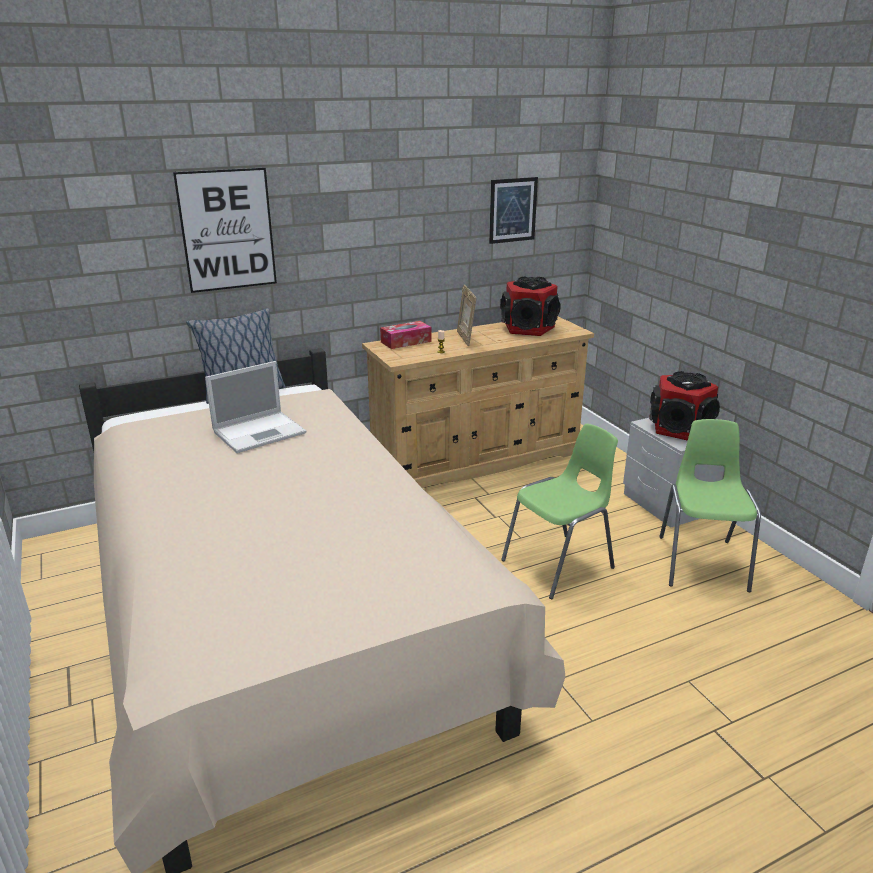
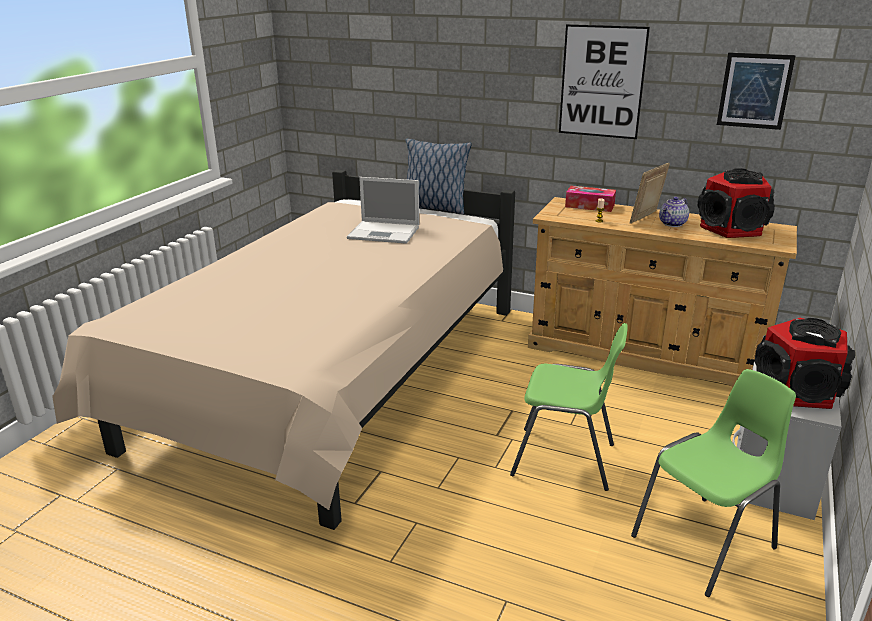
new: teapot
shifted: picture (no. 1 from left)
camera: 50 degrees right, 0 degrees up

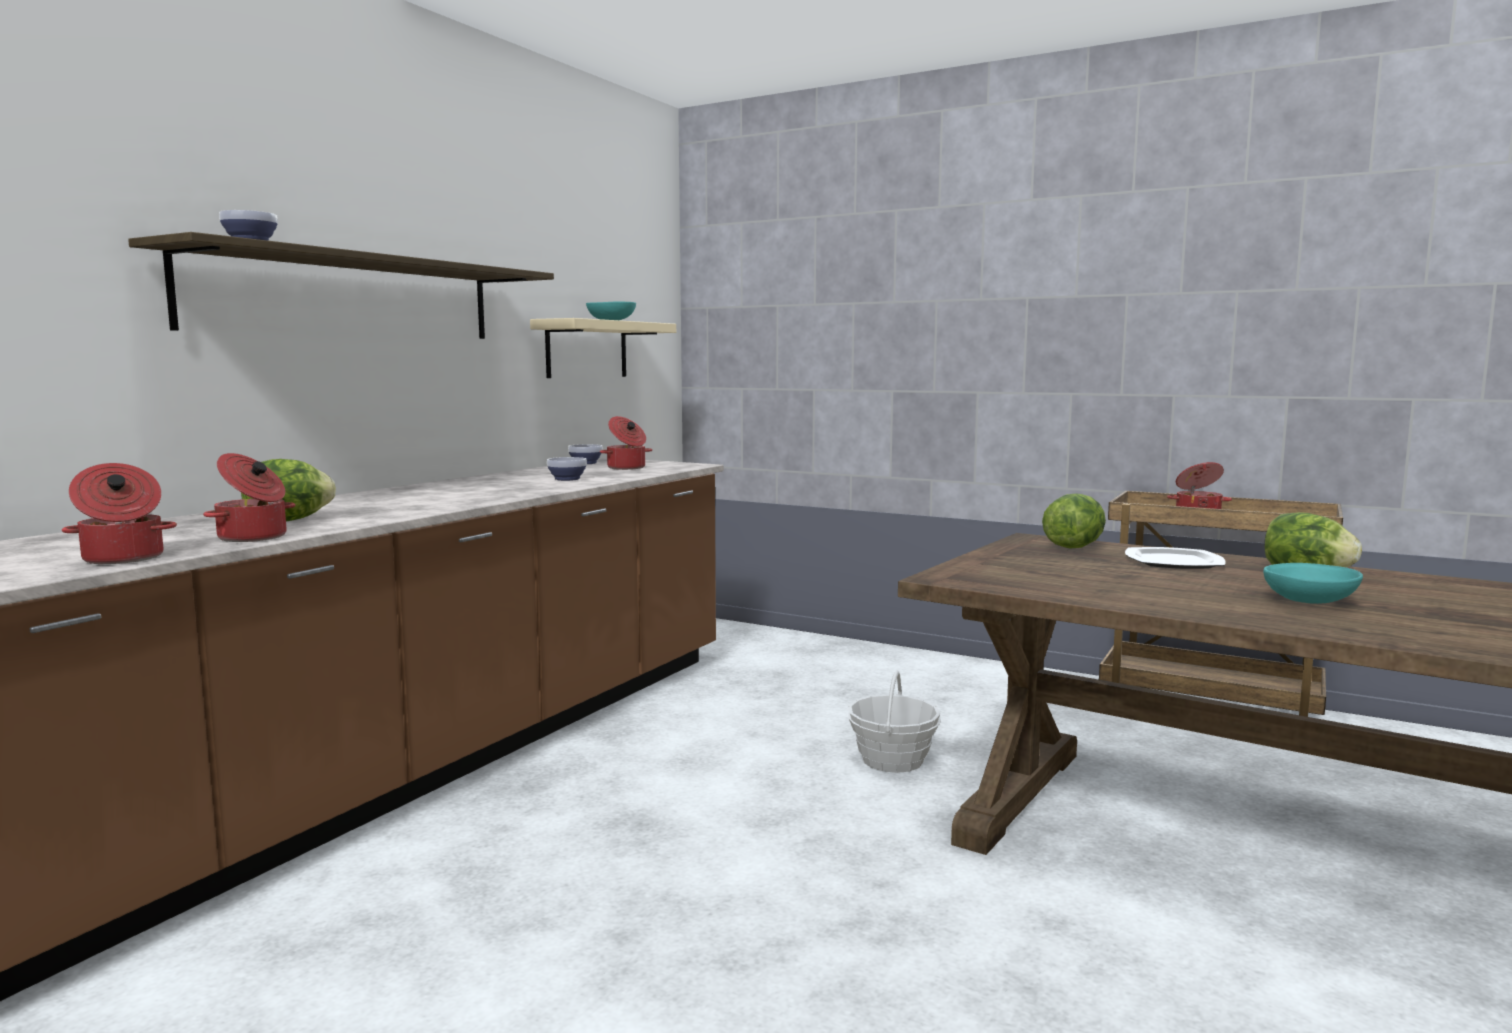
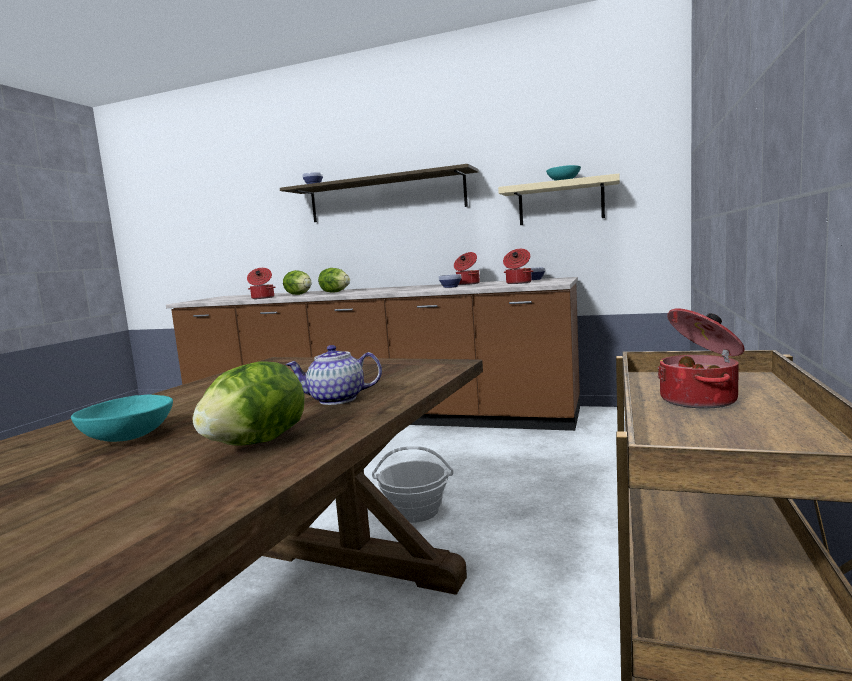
shifted: cooking pot (no. 1 from left in the first image) to cooking pot (no. 2 from left); lettuce (no. 2 from left in the first image) to lettuce (no. 3 from left)
swapped: plate to teapot
camera: 80 degrees right, 0 degrees up

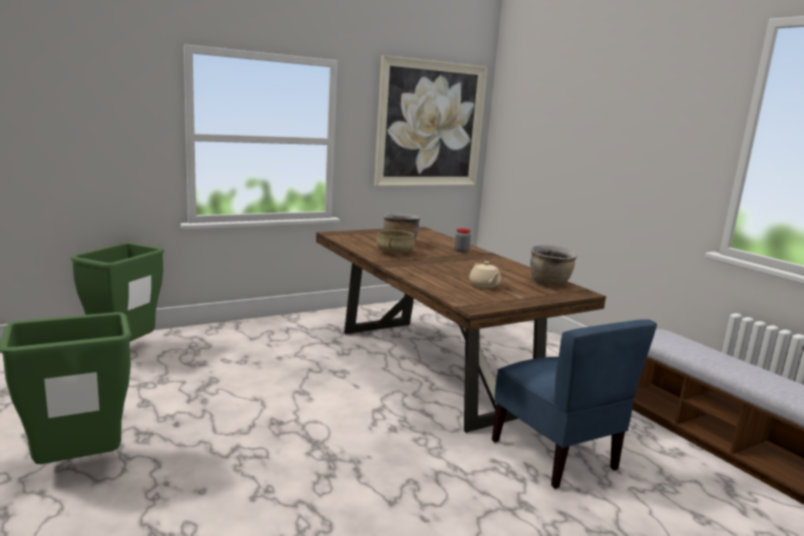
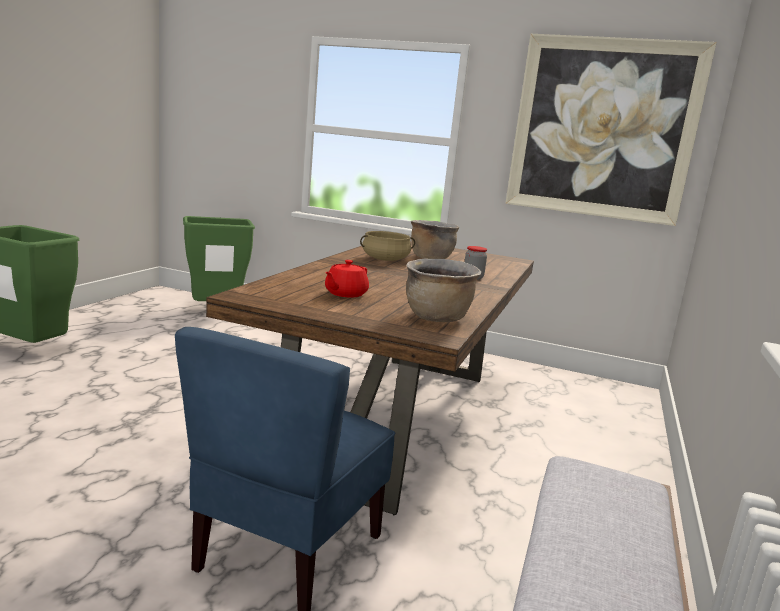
repainted: beige teapot to red teapot
camera: 50 degrees right, 0 degrees up

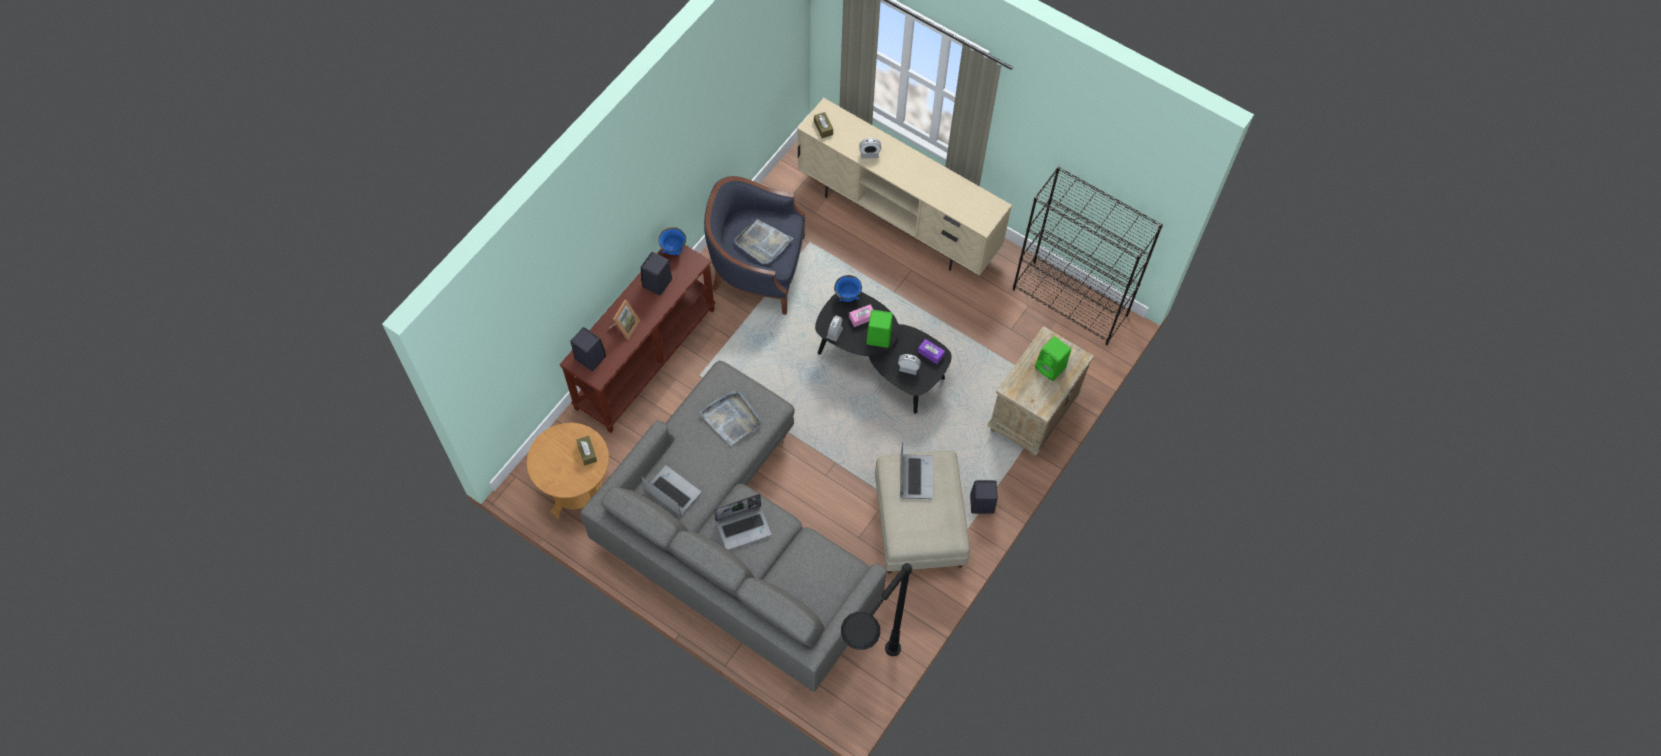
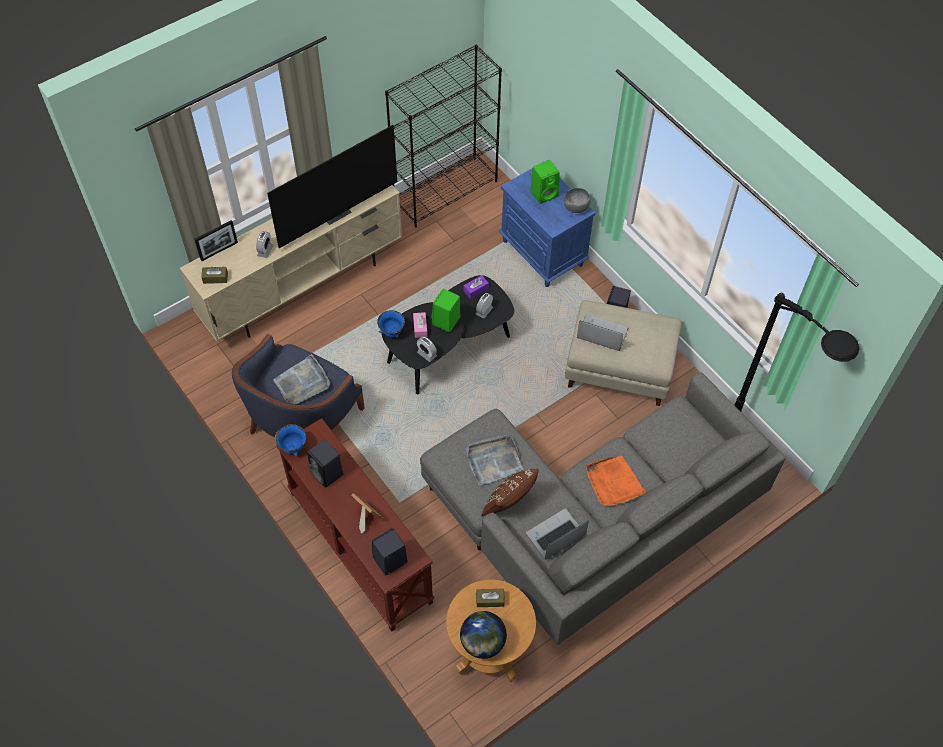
new: picture frame (no. 1 from left); television; globe; brown pillow; grey bowl
swapped: laptop (no. 2 from left) to orange tray
repainted: beige nightstand to blue nightstand
camera: 70 degrees left, 5 degrees down

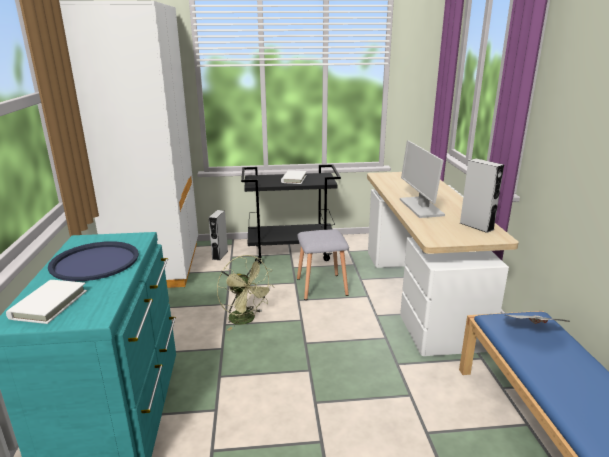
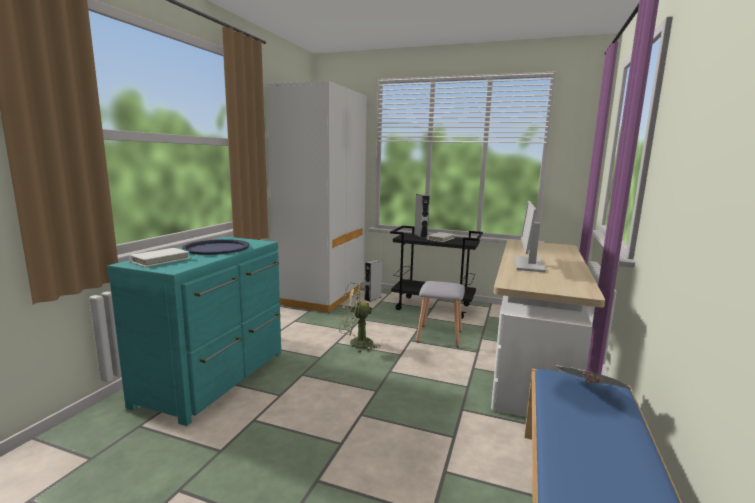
shifted: grey speaker (no. 2 from left)
rotated: green fan 105 degrees clockwise
camera: 25 degrees right, 10 degrees down

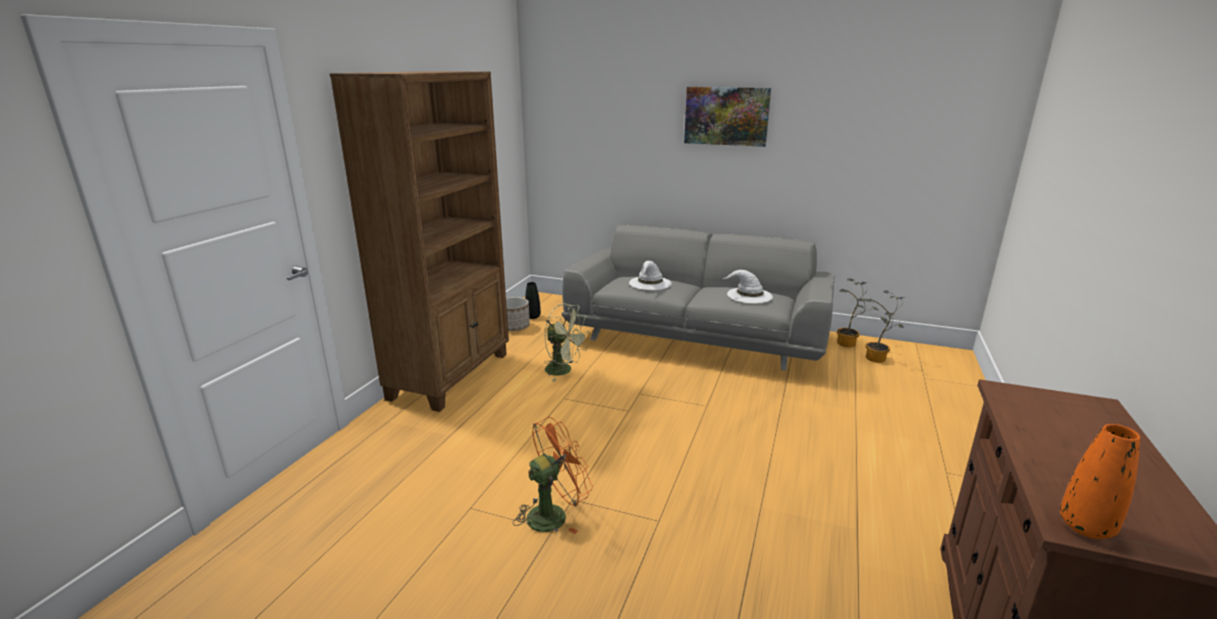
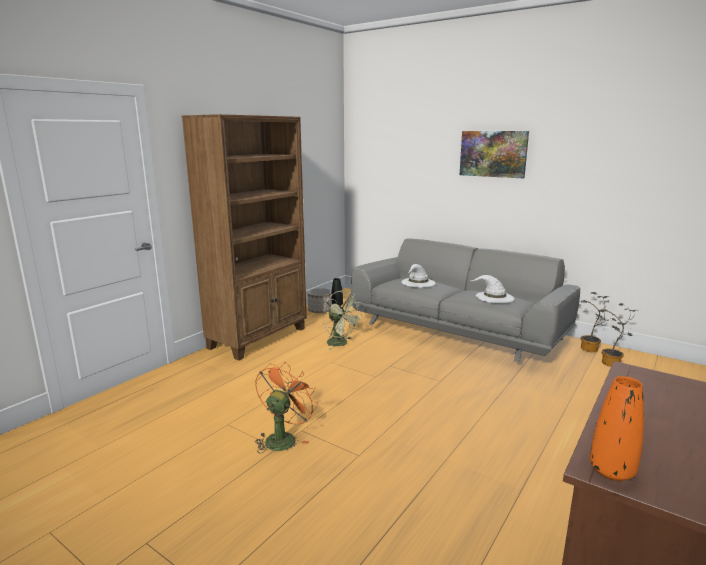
rotated: orange fan 45 degrees counterclockwise
camera: 15 degrees right, 5 degrees down

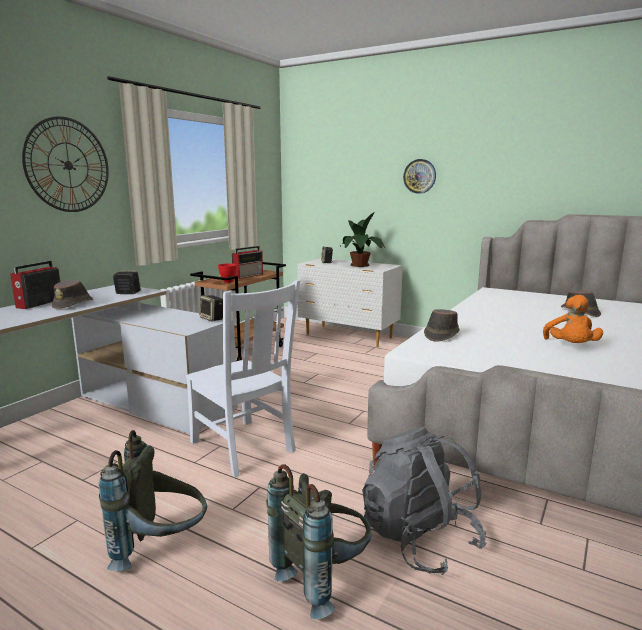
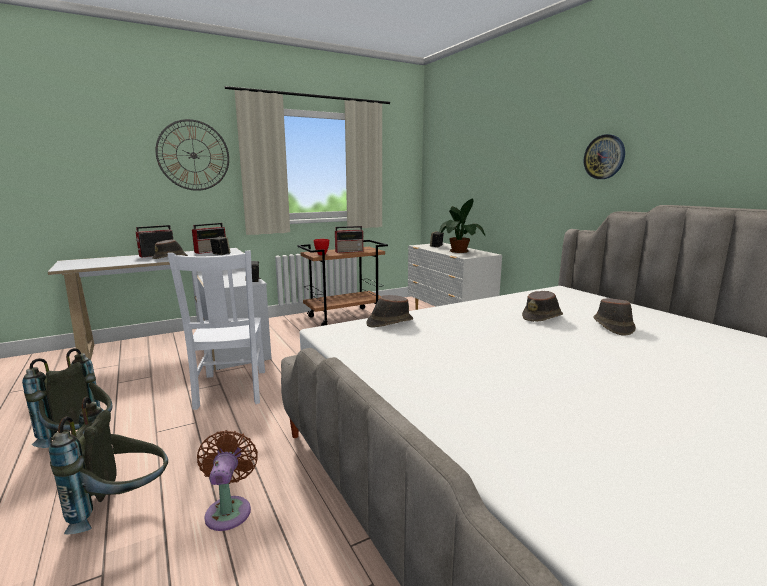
gone: orange plush toy
new: radio (no. 2 from left); brown hat (no. 3 from left)
shifted: wall clock (no. 2 from left)
swapped: grey backpack (no. 3 from left) to brown fan
camera: 30 degrees right, 0 degrees up

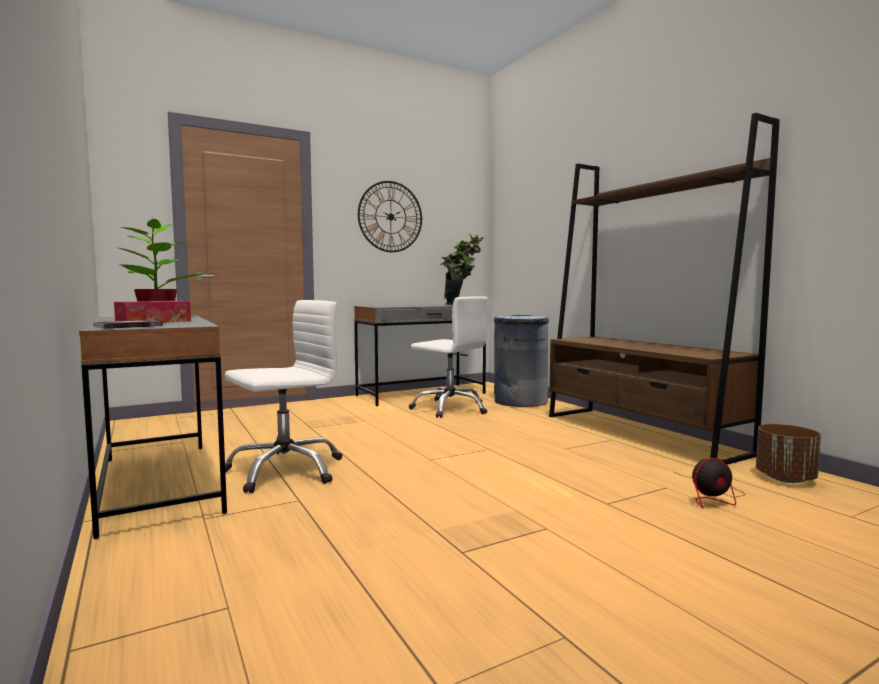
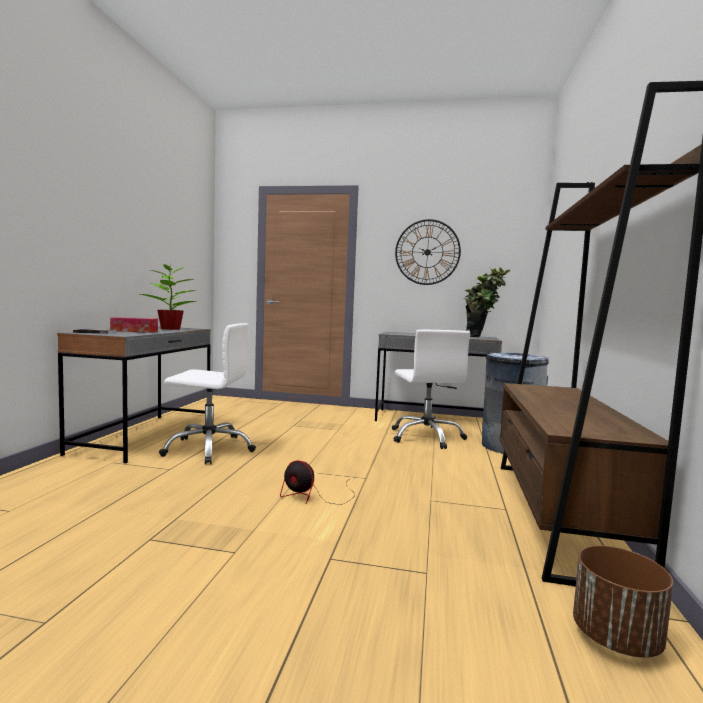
shifted: fan
camera: 40 degrees right, 0 degrees up

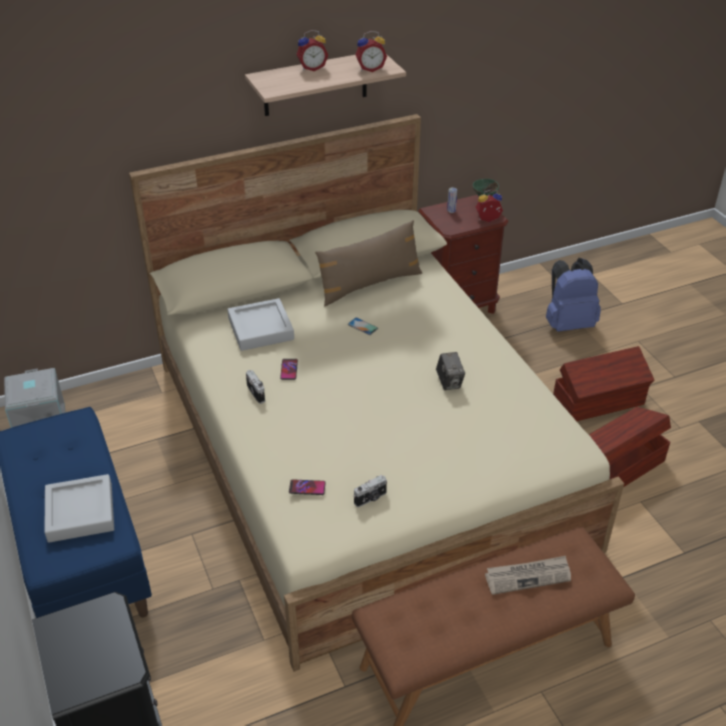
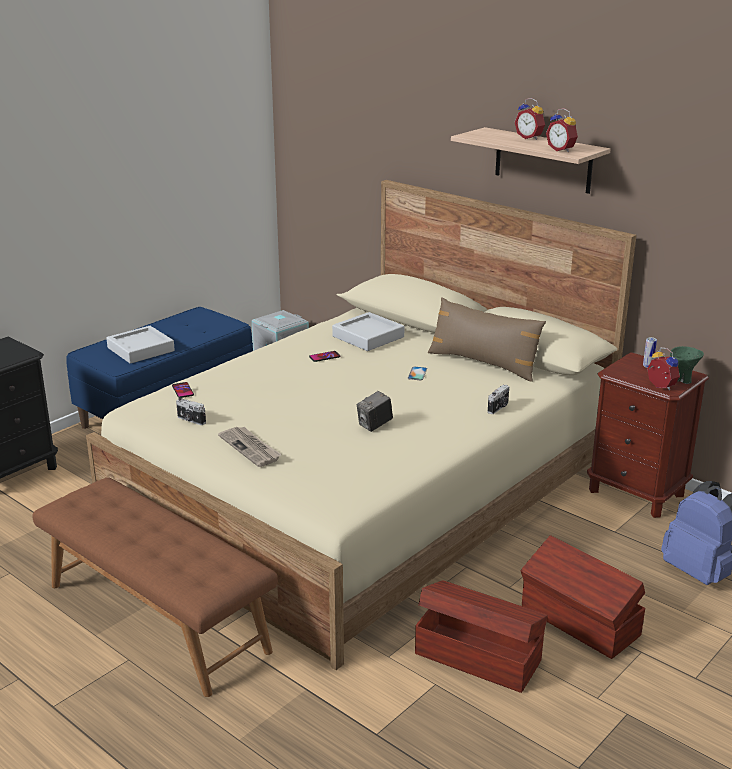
shifted: photo camera (no. 1 from left in the first image) to photo camera (no. 3 from left); newspaper
camera: 65 degrees right, 15 degrees down

